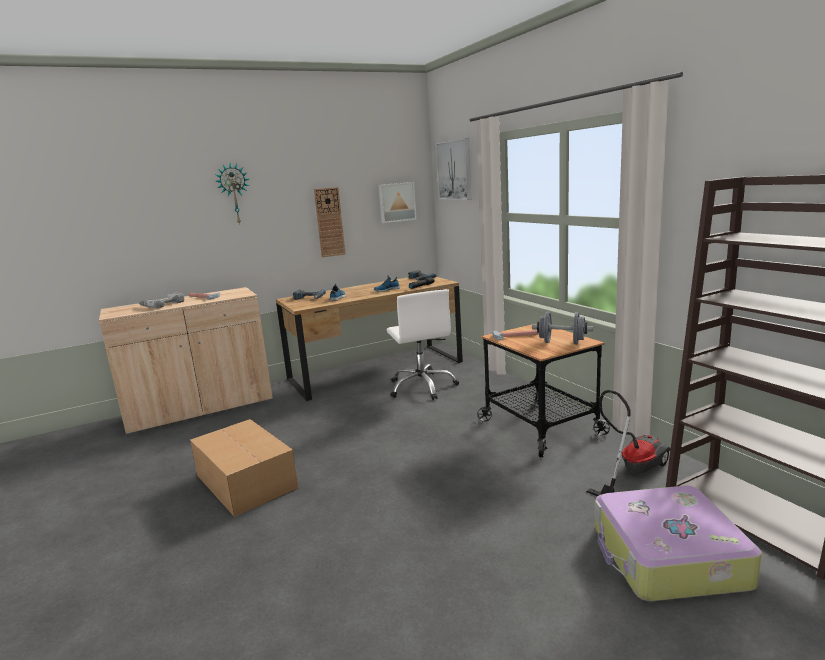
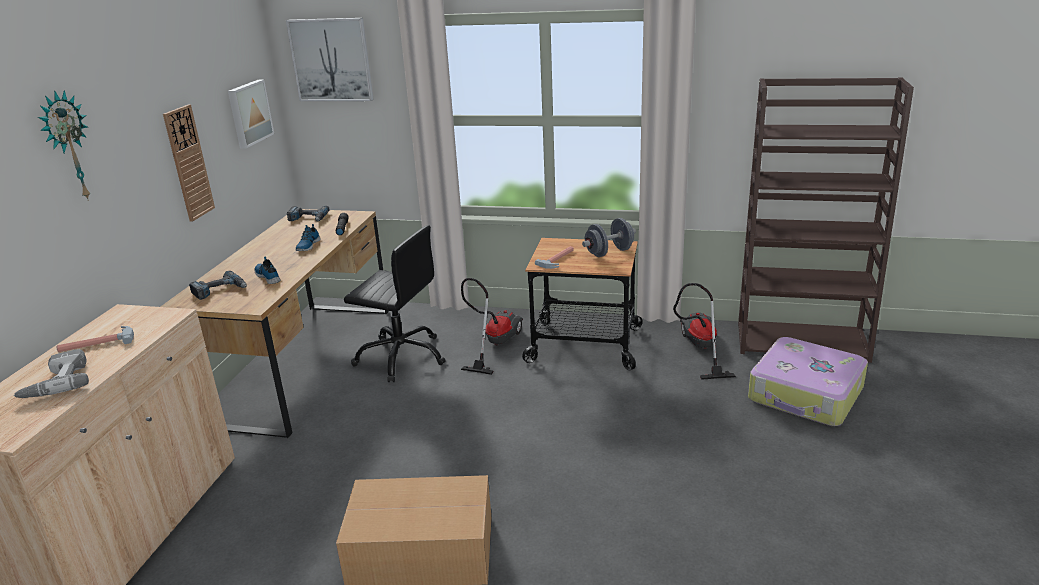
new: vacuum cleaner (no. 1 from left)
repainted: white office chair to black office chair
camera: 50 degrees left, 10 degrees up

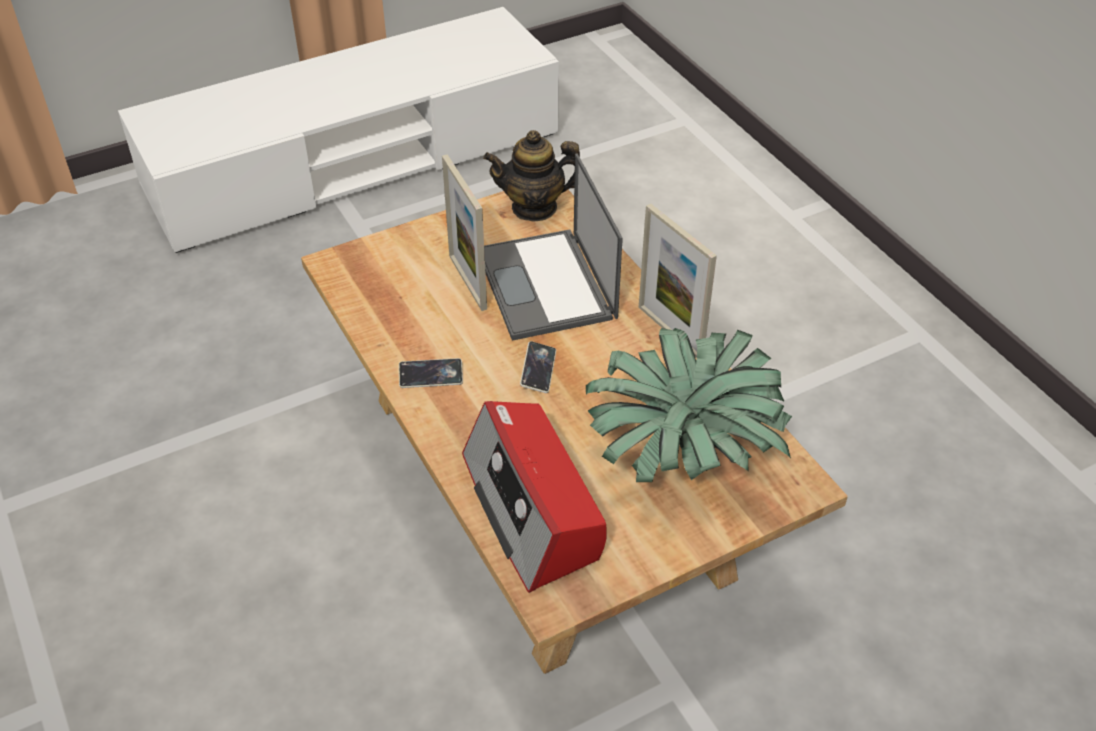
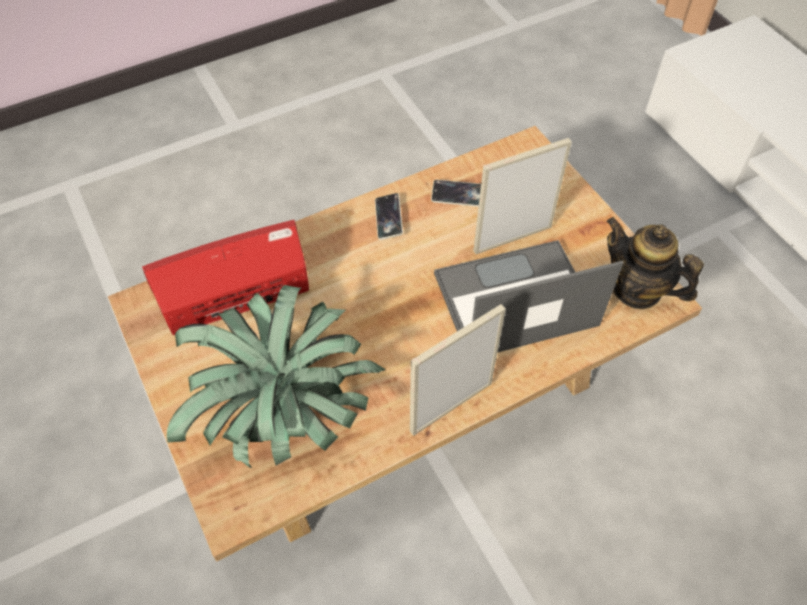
shifted: phone (no. 2 from left)
rotated: teapot 45 degrees counterclockwise
camera: 90 degrees right, 10 degrees up

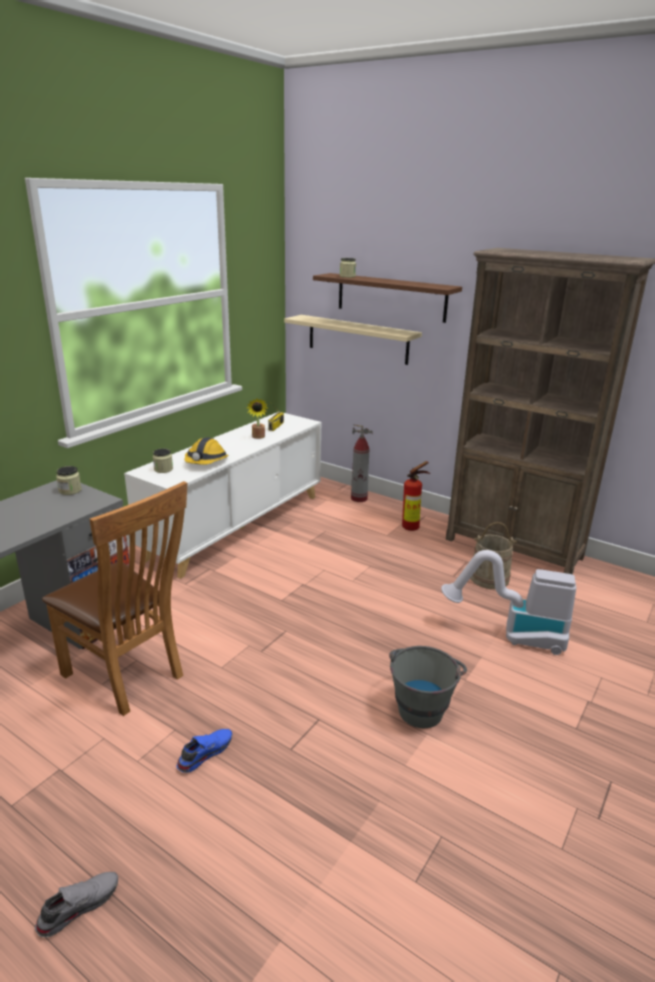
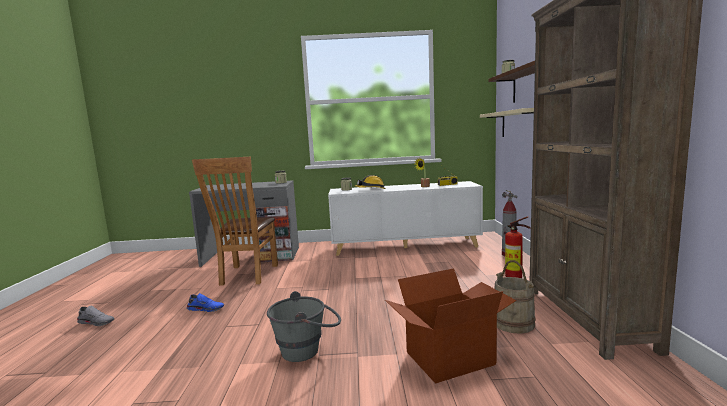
swapped: vacuum cleaner to cardboard box
camera: 55 degrees right, 15 degrees down

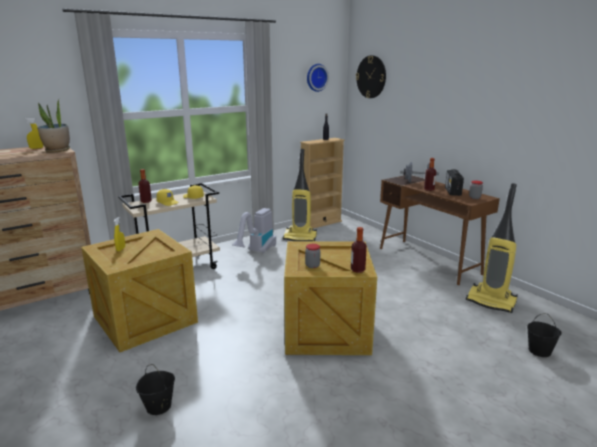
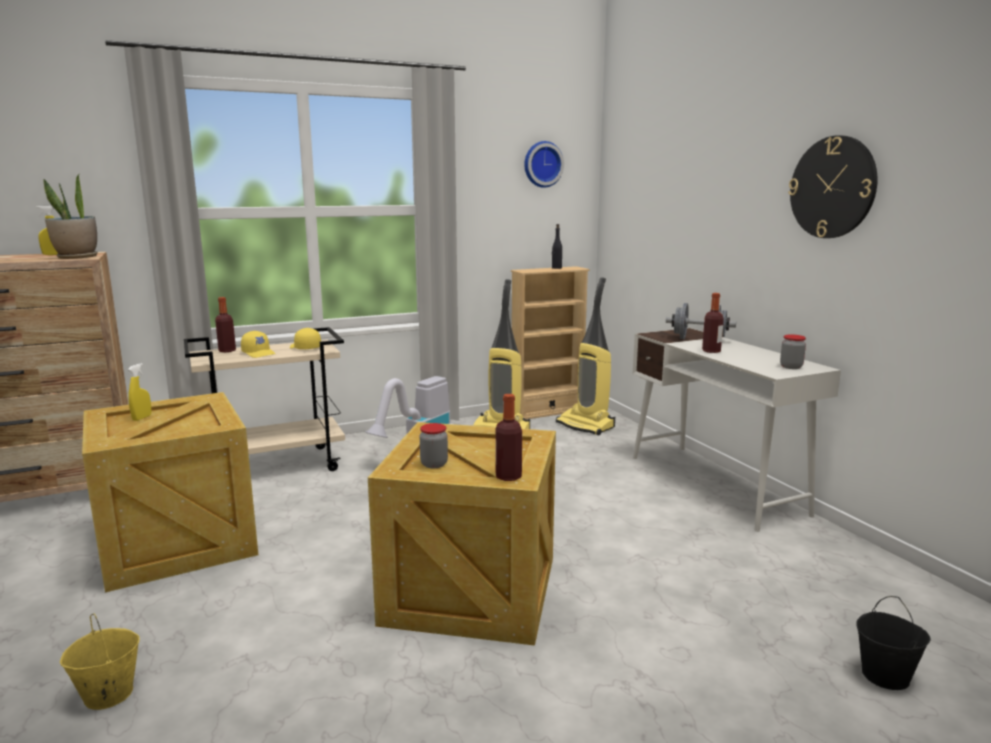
gone: radio
shifted: wall clock (no. 2 from left); vacuum cleaner (no. 3 from left)
repainted: black bucket (no. 1 from left) to yellow bucket; brown desk to white desk
camera: 10 degrees right, 5 degrees down

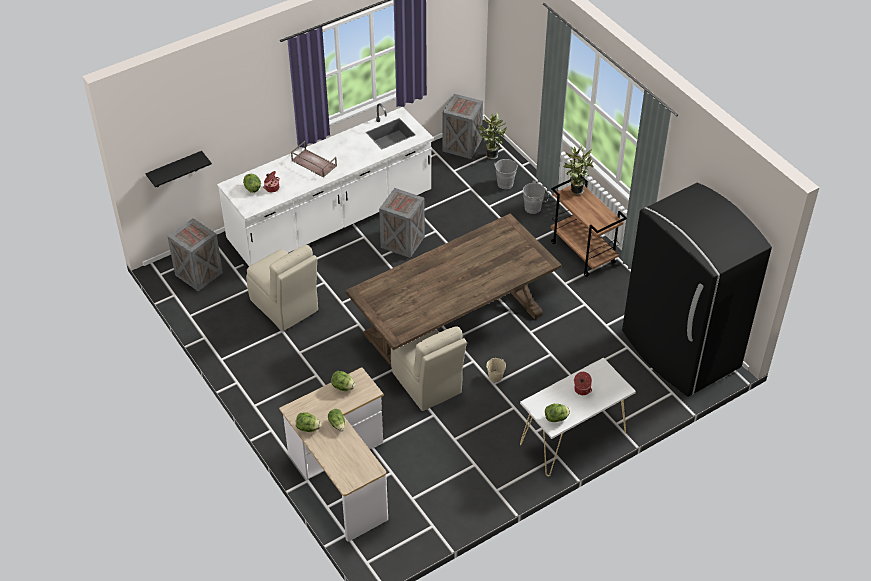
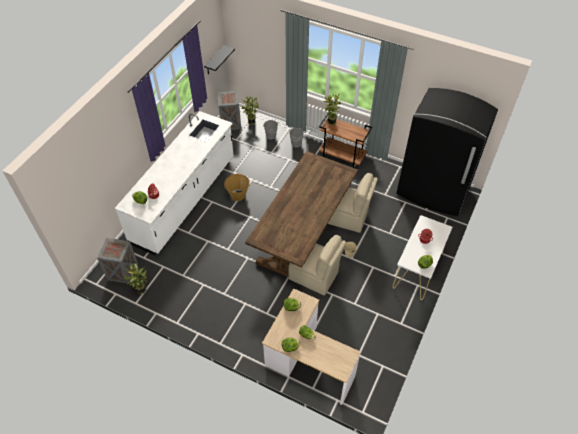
gone: brown tray
new: potted plant (no. 1 from left)
shifted: black shelf; beige chair (no. 1 from left in the first image) to beige chair (no. 2 from left)
swapped: crate (no. 2 from left) to basket
camera: 30 degrees left, 5 degrees up

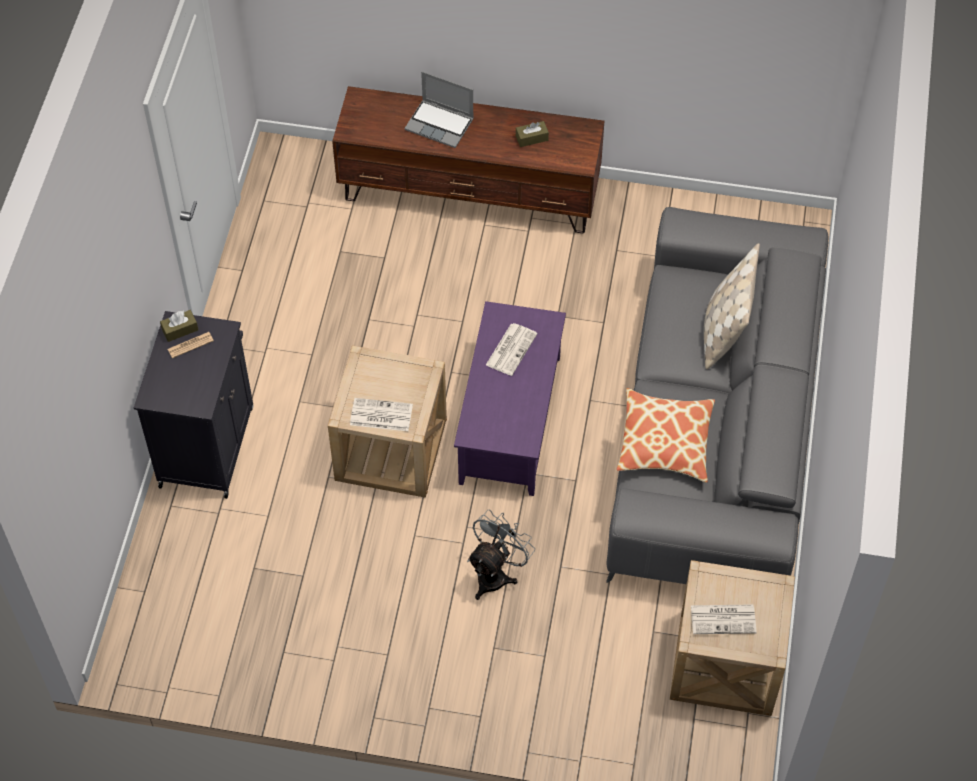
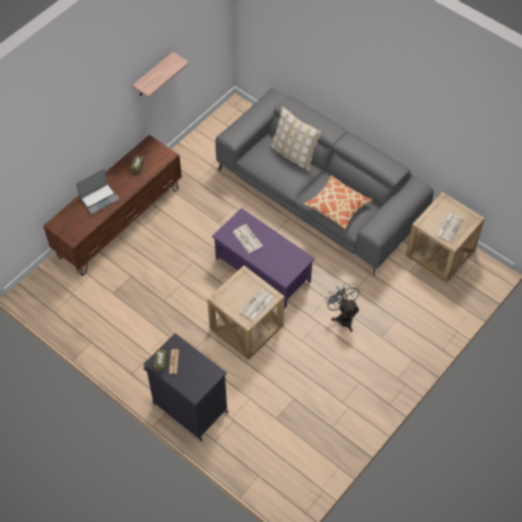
new: shelf
camera: 60 degrees left, 0 degrees up

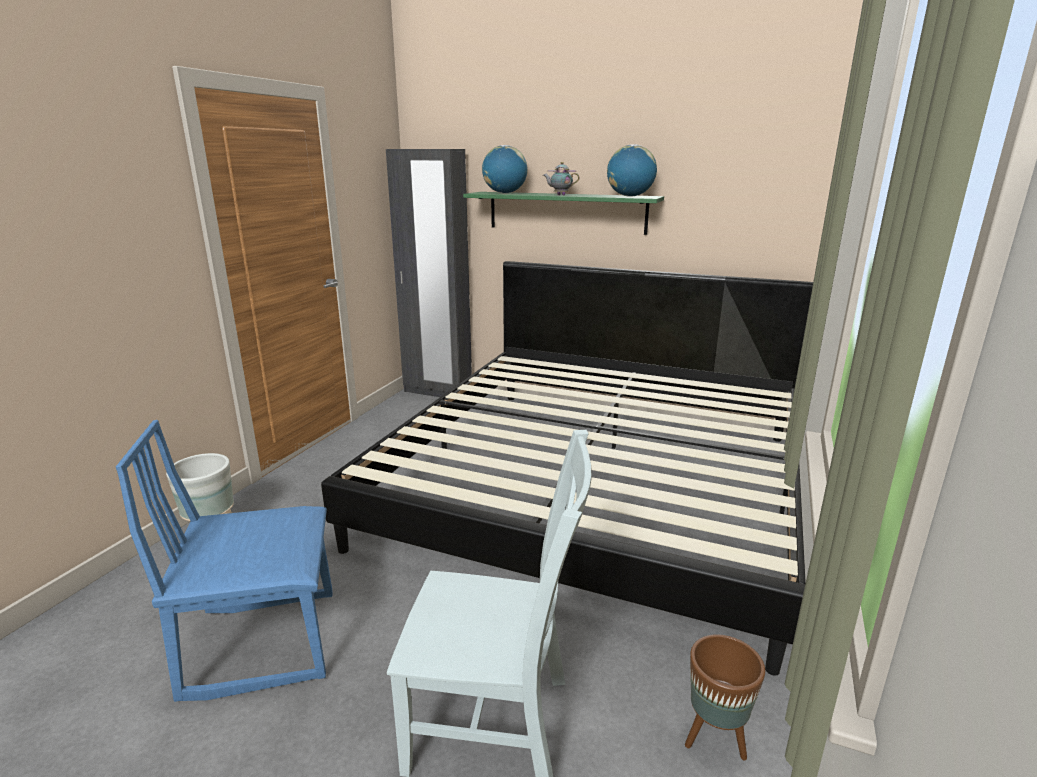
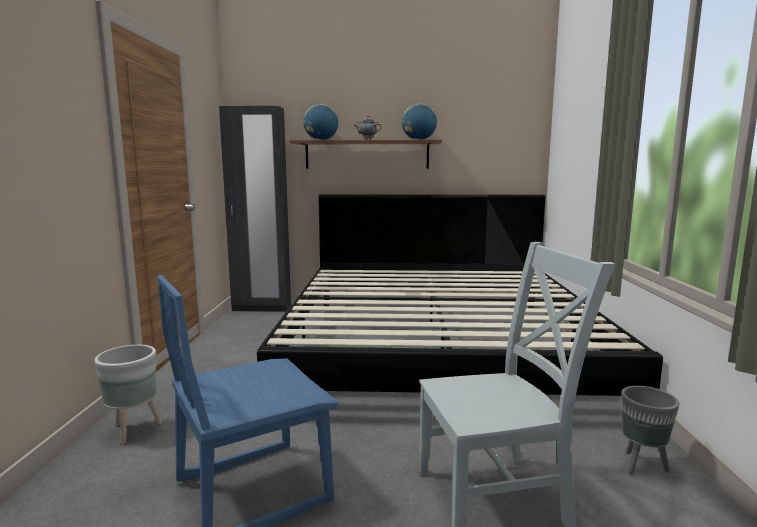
repainted: green shelf to brown shelf; brown planter to grey planter (no. 2 from left)
camera: 20 degrees left, 10 degrees down

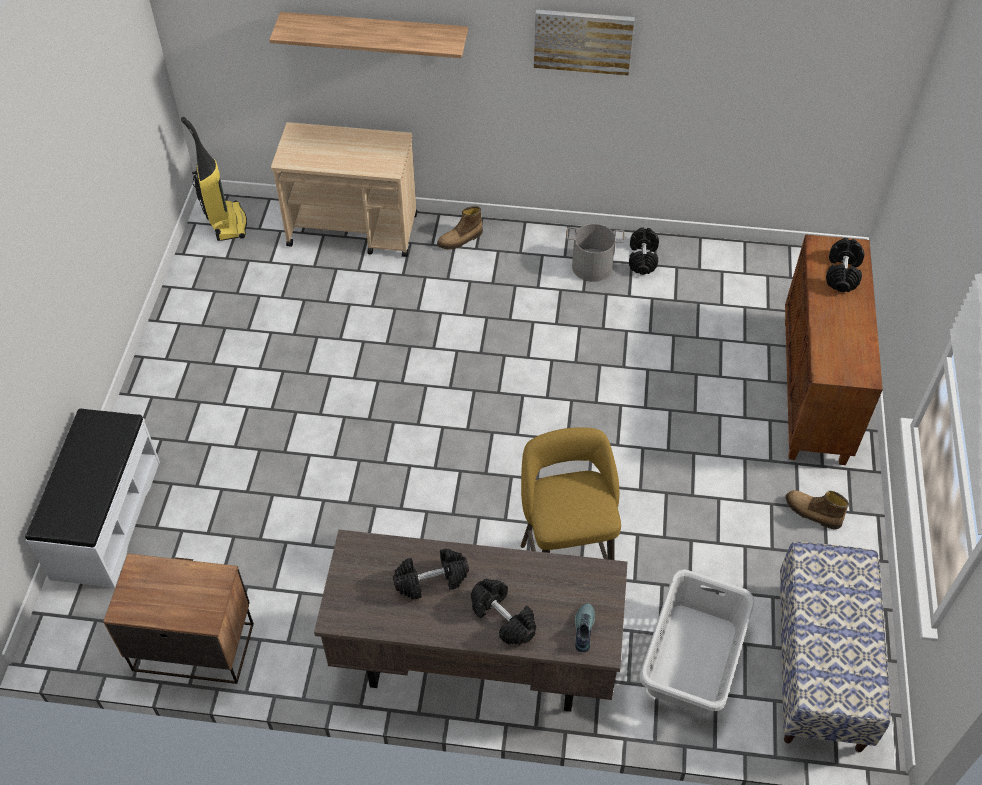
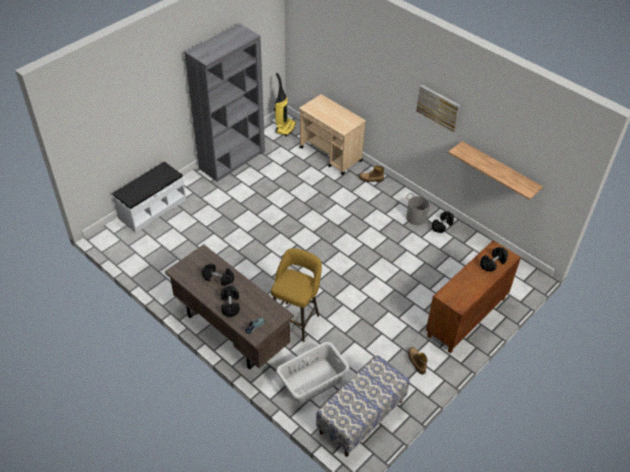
gone: nightstand
new: grey bookcase
shifted: shelf
camera: 35 degrees right, 5 degrees down

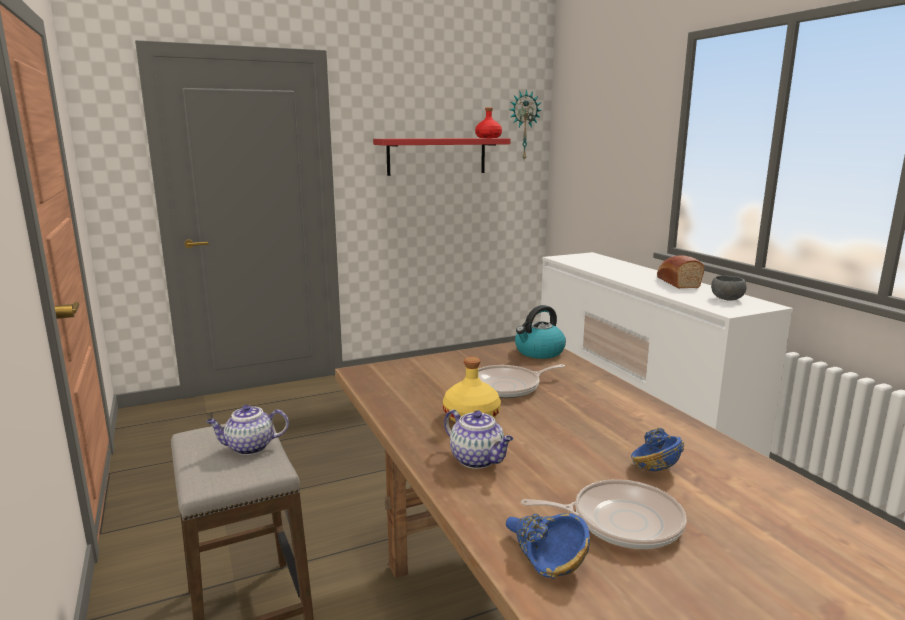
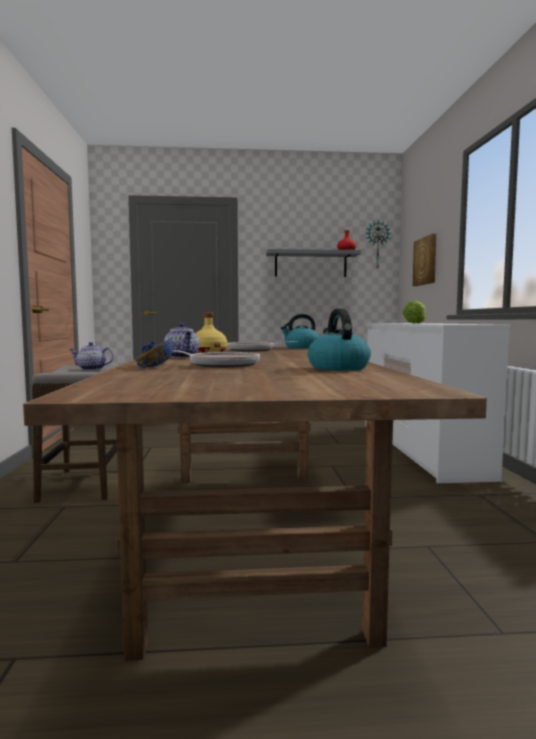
gone: blue bowl (no. 2 from left); bread; grey bowl
new: kettle (no. 2 from left); lettuce; picture
repainted: red shelf to grey shelf
camera: 20 degrees right, 10 degrees down

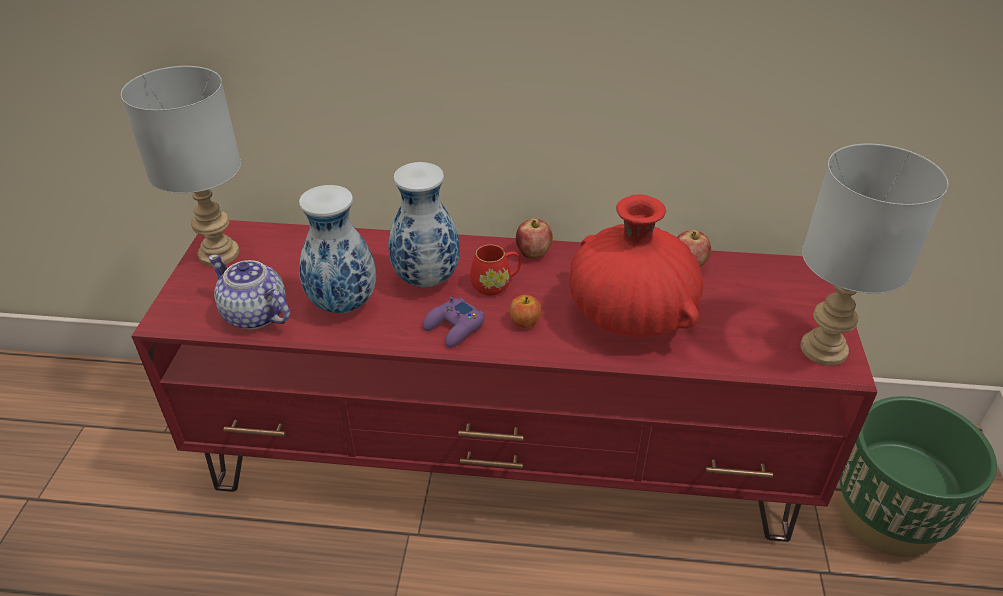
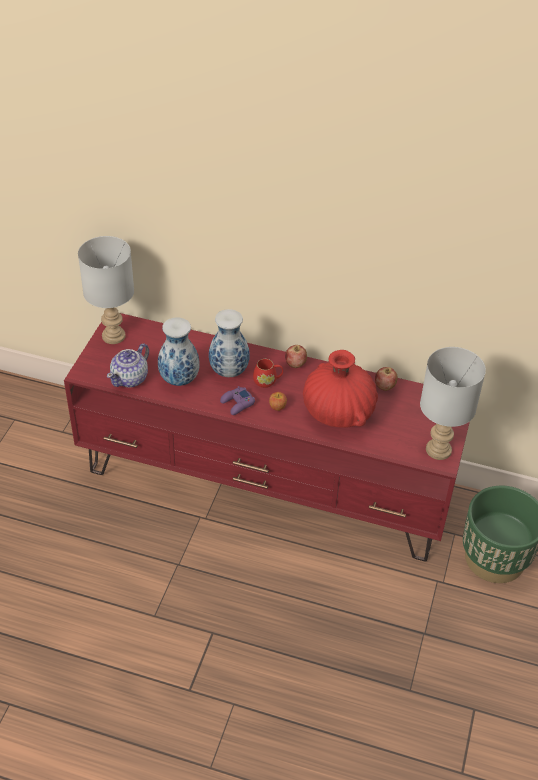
rotated: teapot 105 degrees counterclockwise
camera: 10 degrees right, 5 degrees up

